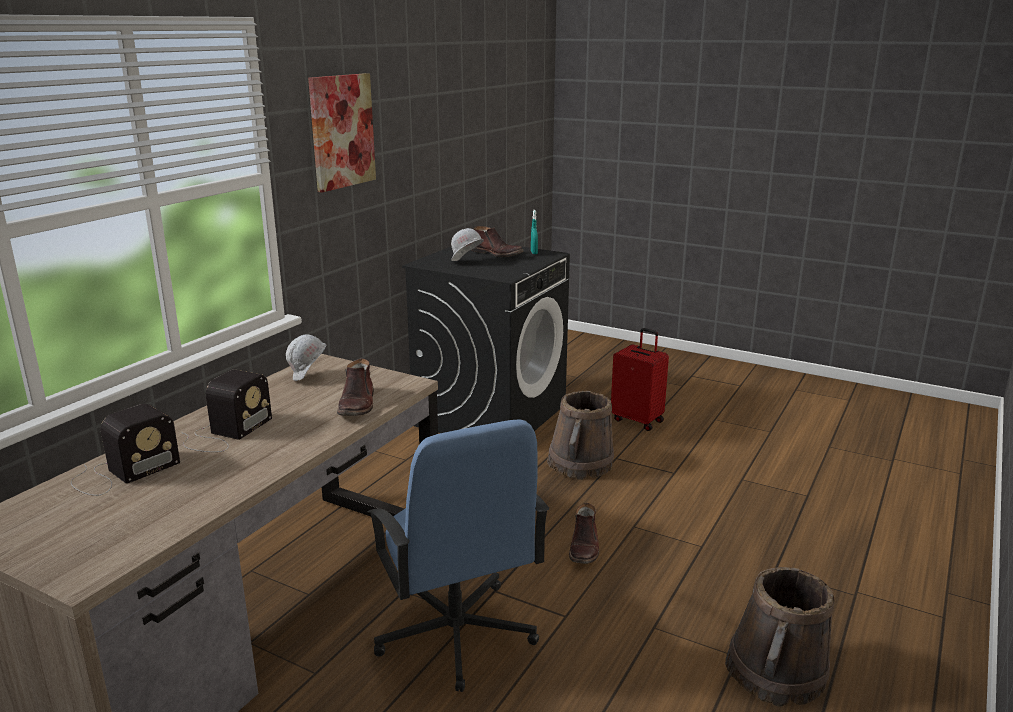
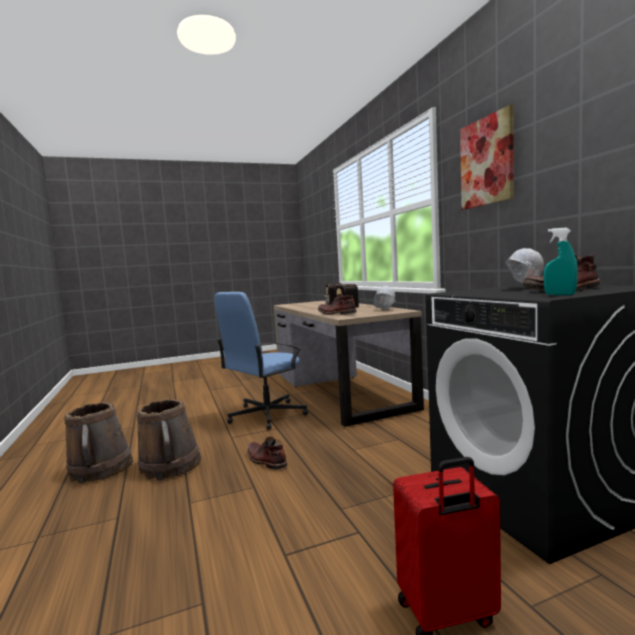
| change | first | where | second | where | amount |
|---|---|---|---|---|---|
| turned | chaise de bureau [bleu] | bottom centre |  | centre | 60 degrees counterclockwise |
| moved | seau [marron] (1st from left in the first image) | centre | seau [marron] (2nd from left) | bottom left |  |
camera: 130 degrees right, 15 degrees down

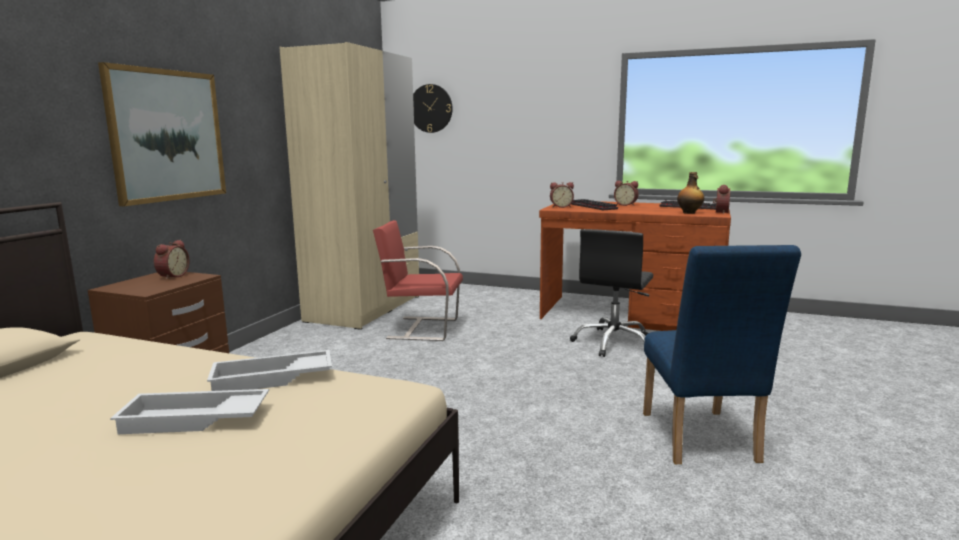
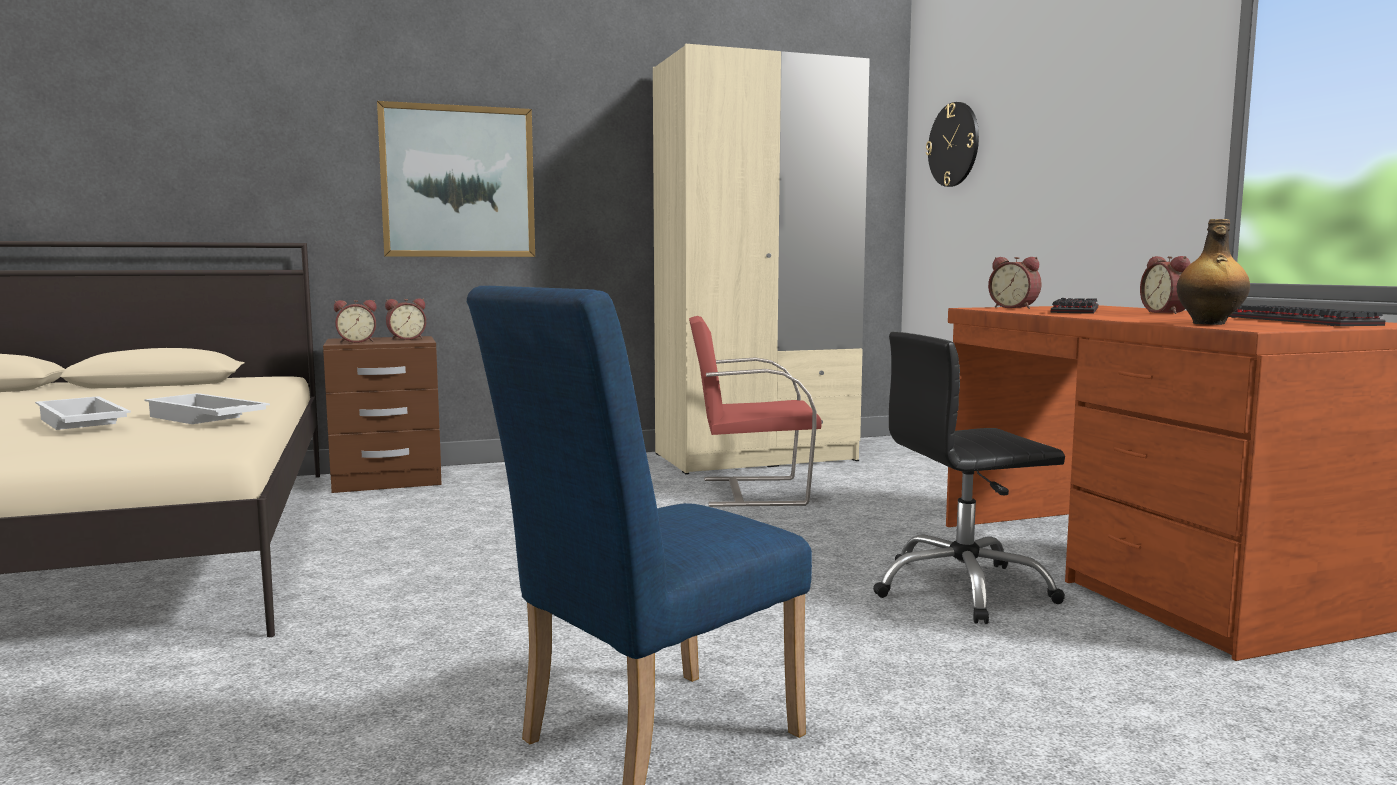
| change | first | where | second | where | amount |
|---|---|---|---|---|---|
| turned | chaise [rouge] | centre |  | centre | 60 degrees counterclockwise |
| moved | réveil (4th from left in the first image) | middle right | réveil (1st from left) | middle left |  |
camera: 50 degrees right, 5 degrees down

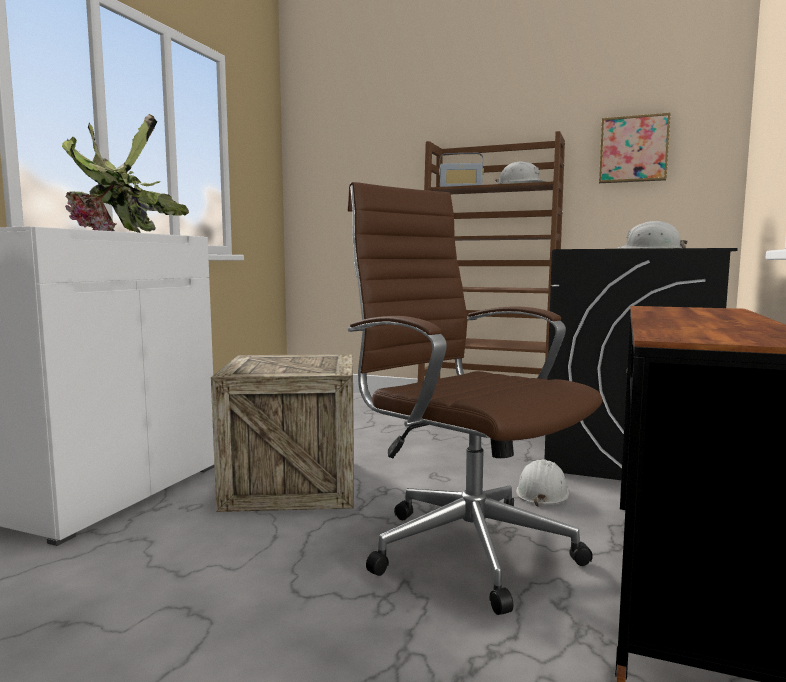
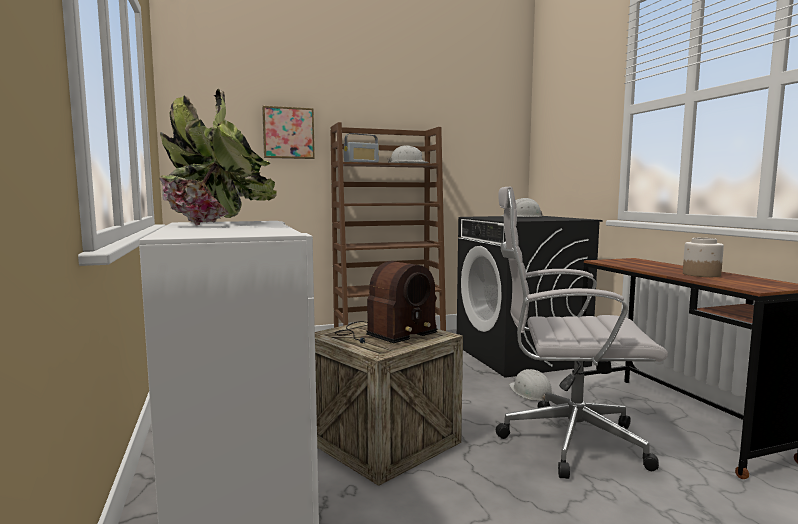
| change | first | where | second | where | amount |
|---|---|---|---|---|---|
| recoloured | chaise de bureau [marron] | centre | chaise de bureau [blanc] | middle right |  |
| moved | tableau | top right |  | top centre |  |
| added |  |  | radio (2nd from left) | centre |  |
| added |  |  | bocal | middle right |  |
camera: 40 degrees left, 0 degrees up

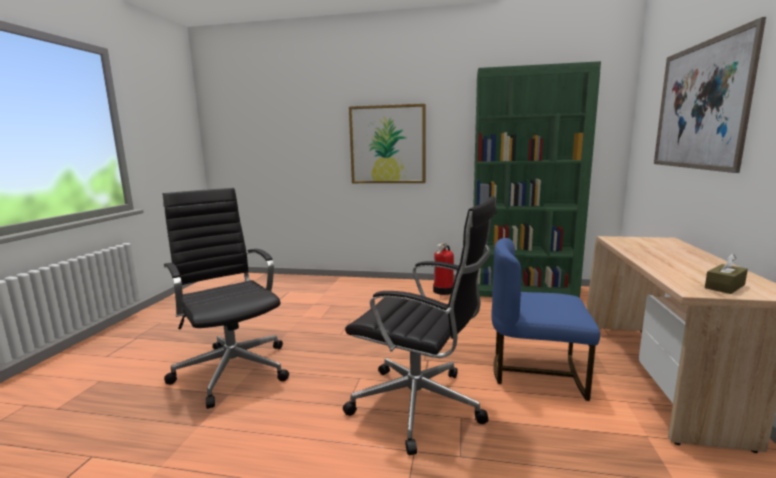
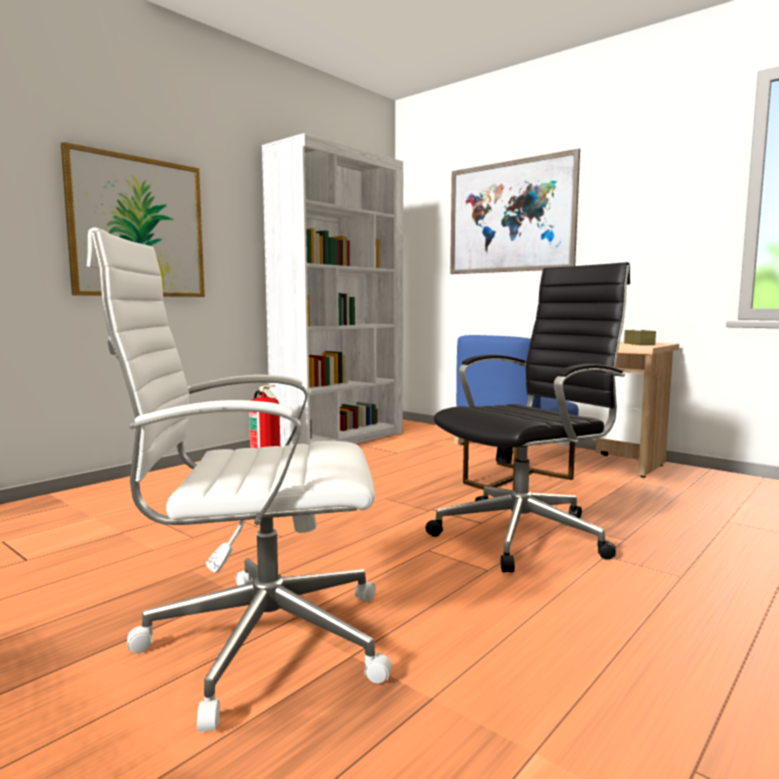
| change | first | where | second | where | amount |
|---|---|---|---|---|---|
| recoloured | chaise de bureau [noir] (1st from left) | middle left | chaise de bureau [blanc] | middle left |  |
| recoloured | bibliothèque [vert] | middle right | bibliothèque [blanc] | centre |  |
camera: 60 degrees left, 5 degrees down

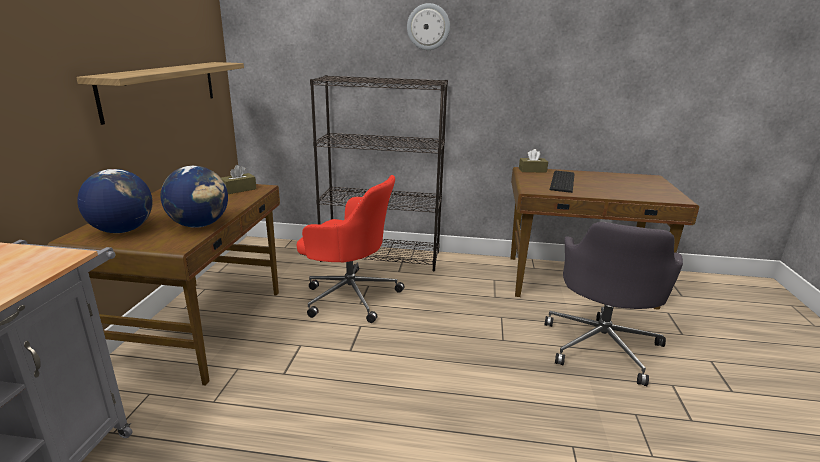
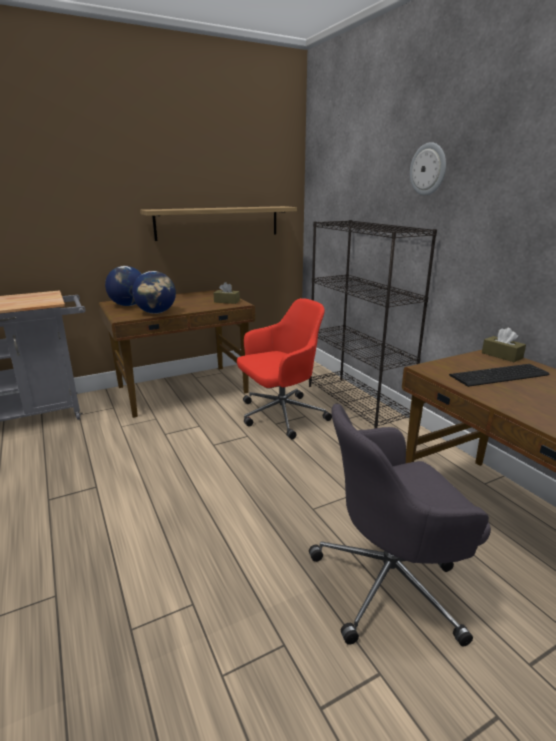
| change | first | where | second | where | amount |
|---|---|---|---|---|---|
| turned | chaise de bureau [rouge] | centre |  | centre | 105 degrees counterclockwise |
camera: 55 degrees right, 0 degrees up

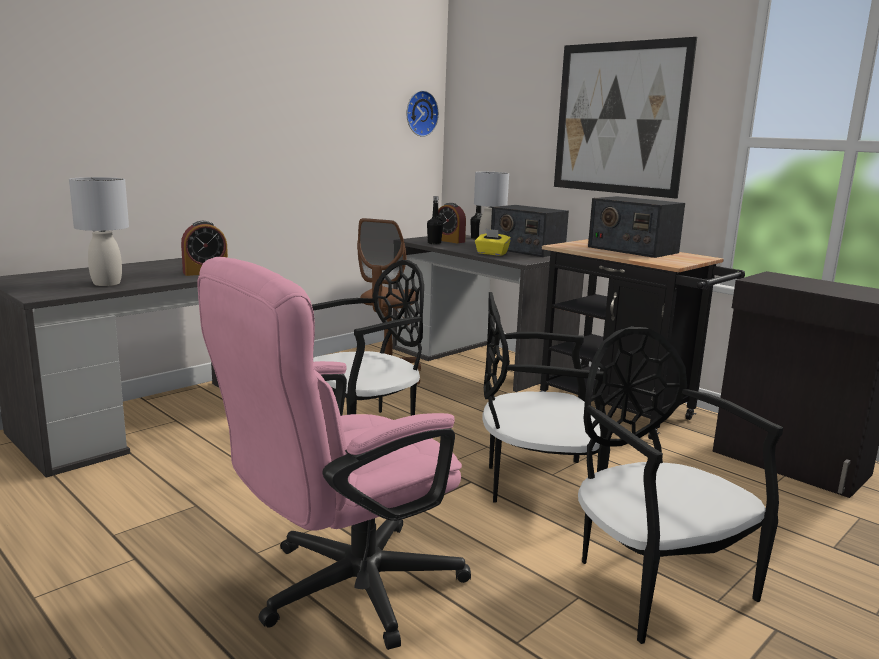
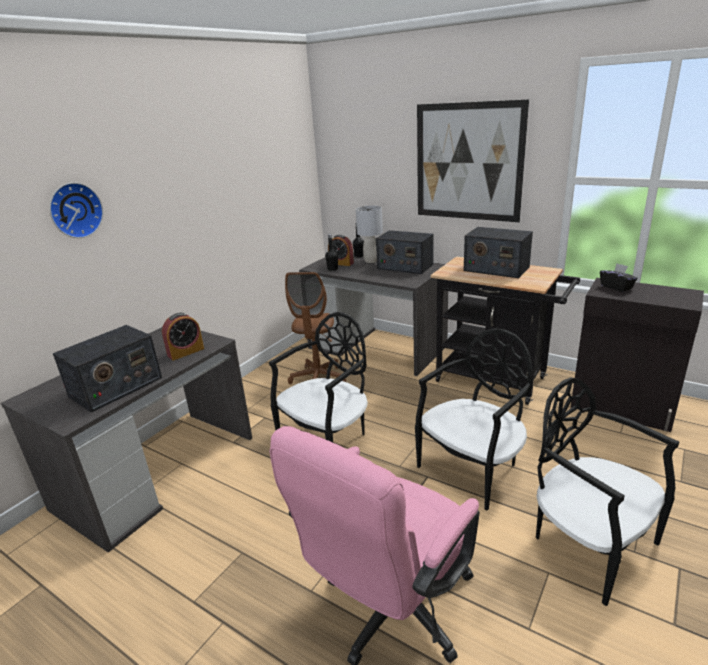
| change | first | where | second | where | amount |
|---|---|---|---|---|---|
| replaced | lampe de table [gris] (1st from left) | middle left | radio (1st from left) | middle left |  |
| moved | horloge murale | top centre |  | top left |  |
| removed | boîte à mouchoirs [jaune] | centre |  |  |  |
| turned | chaise [noir] (2nd from left) | centre |  | middle right | 150 degrees clockwise |
| added |  |  | boîte à mouchoirs [noir] | middle right |  |
camera: 10 degrees left, 10 degrees up

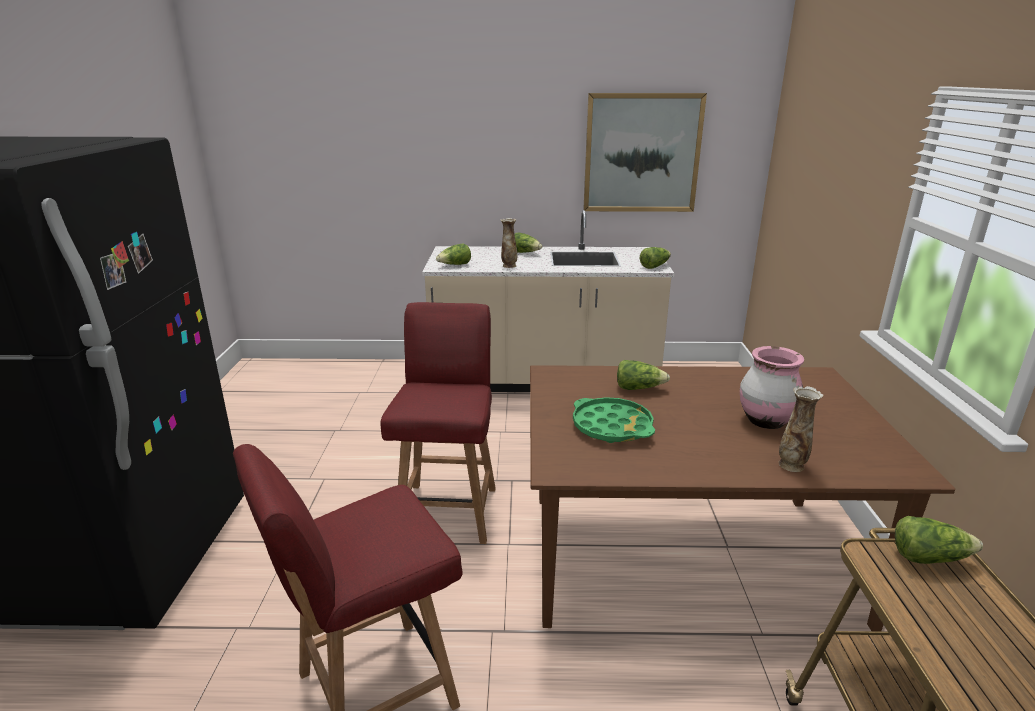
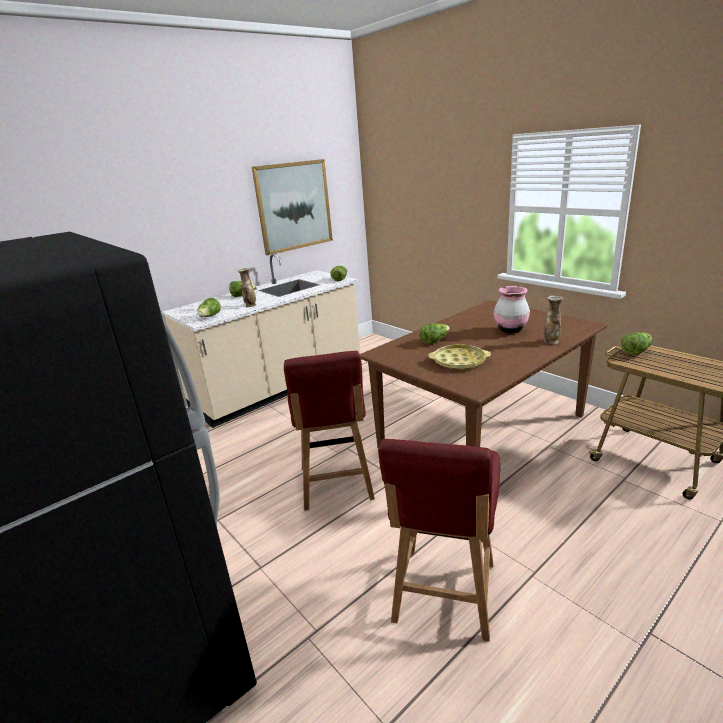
| change | first | where | second | where | amount |
|---|---|---|---|---|---|
| turned | chaise [rouge] (2nd from left in the first image) | centre | chaise [rouge] (1st from left) | centre | 150 degrees counterclockwise |
| recoloured | plateau [vert] | centre | plateau [jaune] | centre |  |
camera: 40 degrees left, 0 degrees up

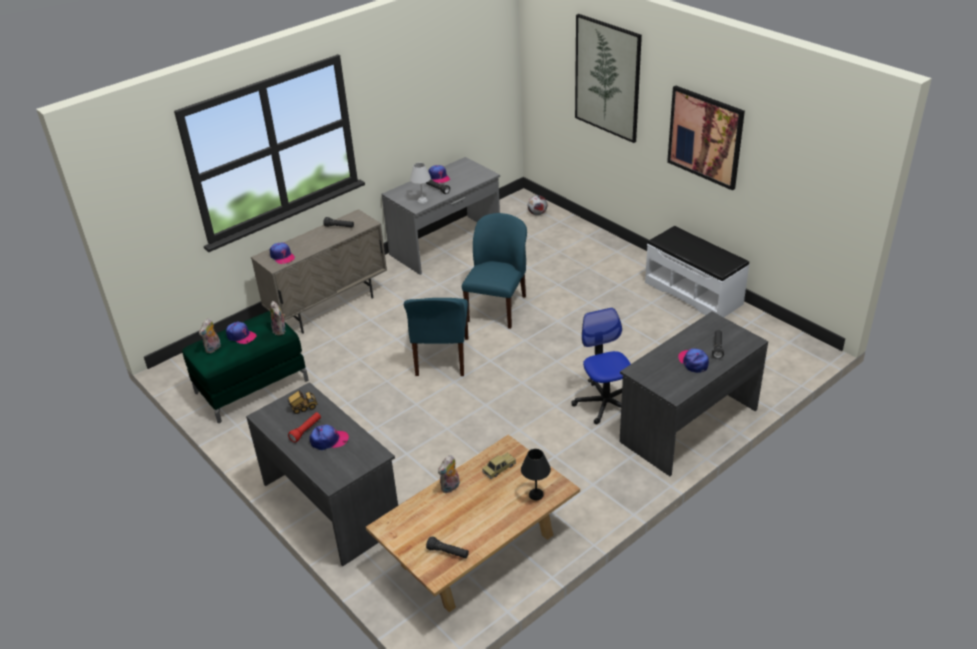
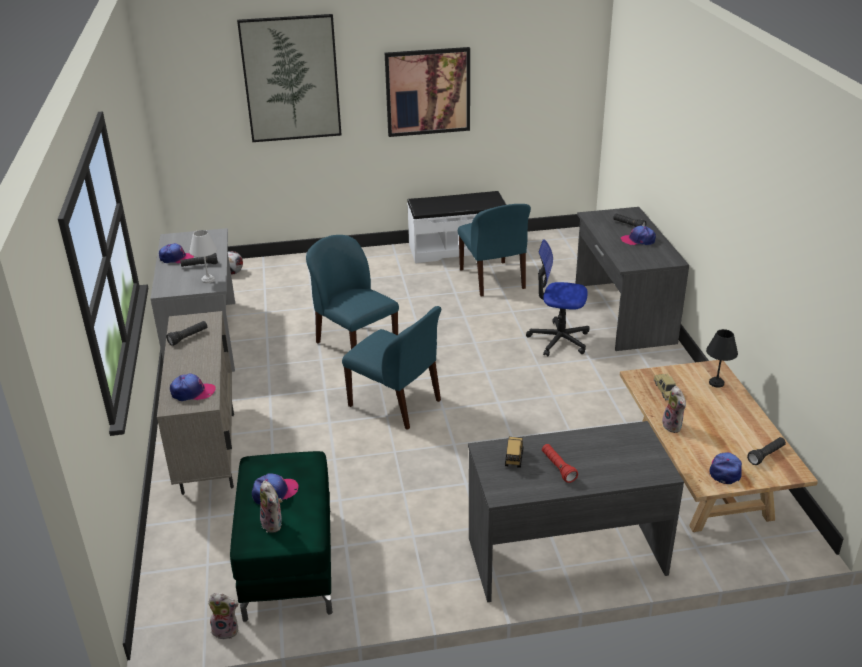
| change | first | where | second | where | amount |
|---|---|---|---|---|---|
| moved | peluche (2nd from left in the first image) | middle left | peluche (1st from left) | bottom left |  |
| moved | casquette (3rd from left in the first image) | bottom centre | casquette (5th from left) | bottom right |  |
| added |  |  | chaise [bleu] (3rd from left) | centre |  |
camera: 60 degrees left, 5 degrees down

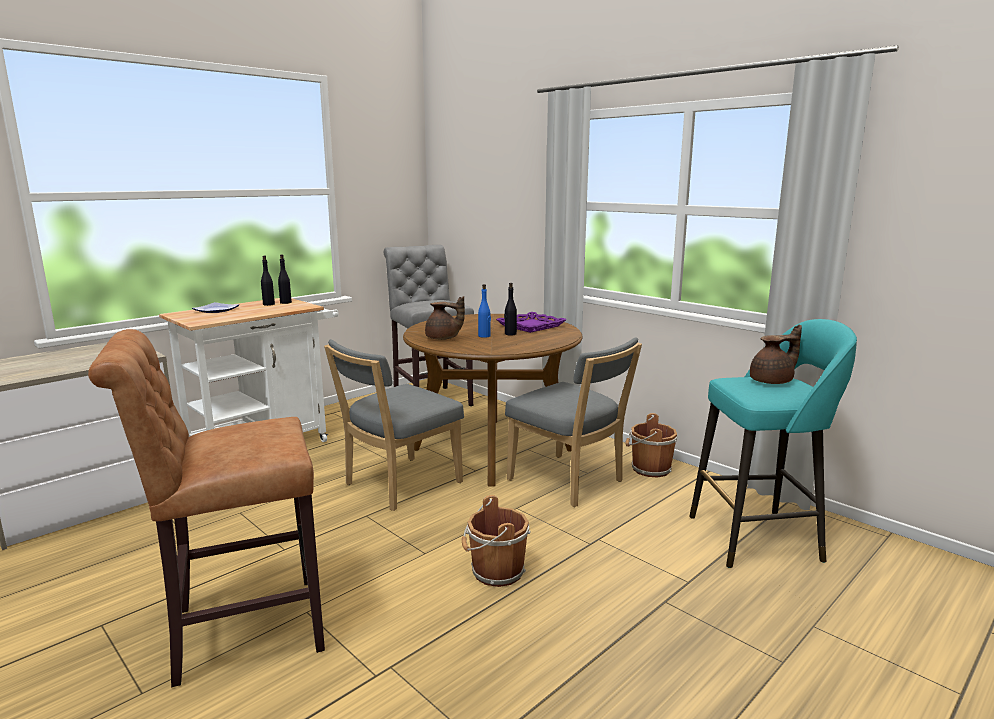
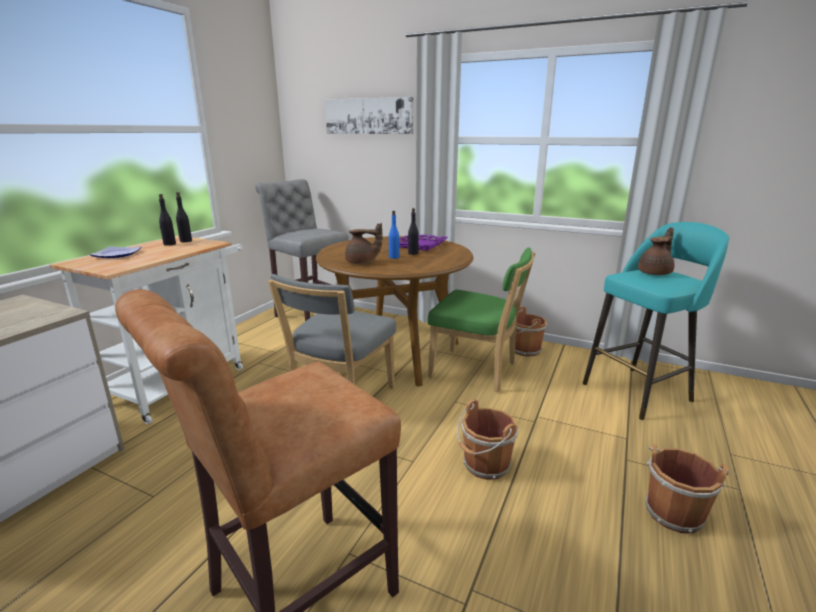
| change | first | where | second | where | amount |
|---|---|---|---|---|---|
| recoloured | chaise [gris] (2nd from left) | centre | chaise [vert] | centre |  |
| added |  |  | tableau | top centre |  |
| added |  |  | seau [marron] (3rd from left) | bottom right |  |
camera: 20 degrees left, 5 degrees up

